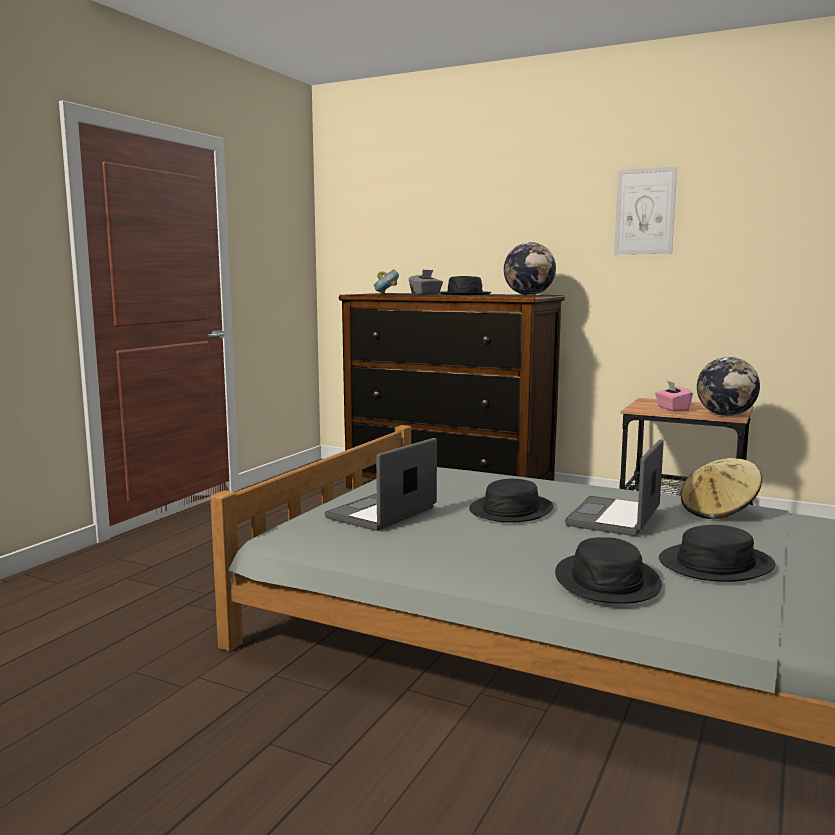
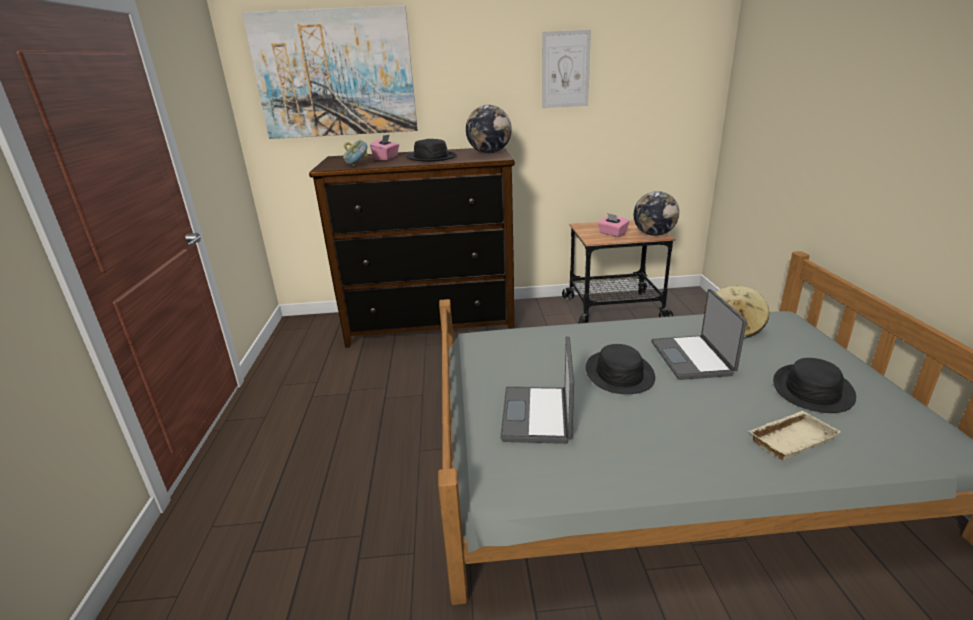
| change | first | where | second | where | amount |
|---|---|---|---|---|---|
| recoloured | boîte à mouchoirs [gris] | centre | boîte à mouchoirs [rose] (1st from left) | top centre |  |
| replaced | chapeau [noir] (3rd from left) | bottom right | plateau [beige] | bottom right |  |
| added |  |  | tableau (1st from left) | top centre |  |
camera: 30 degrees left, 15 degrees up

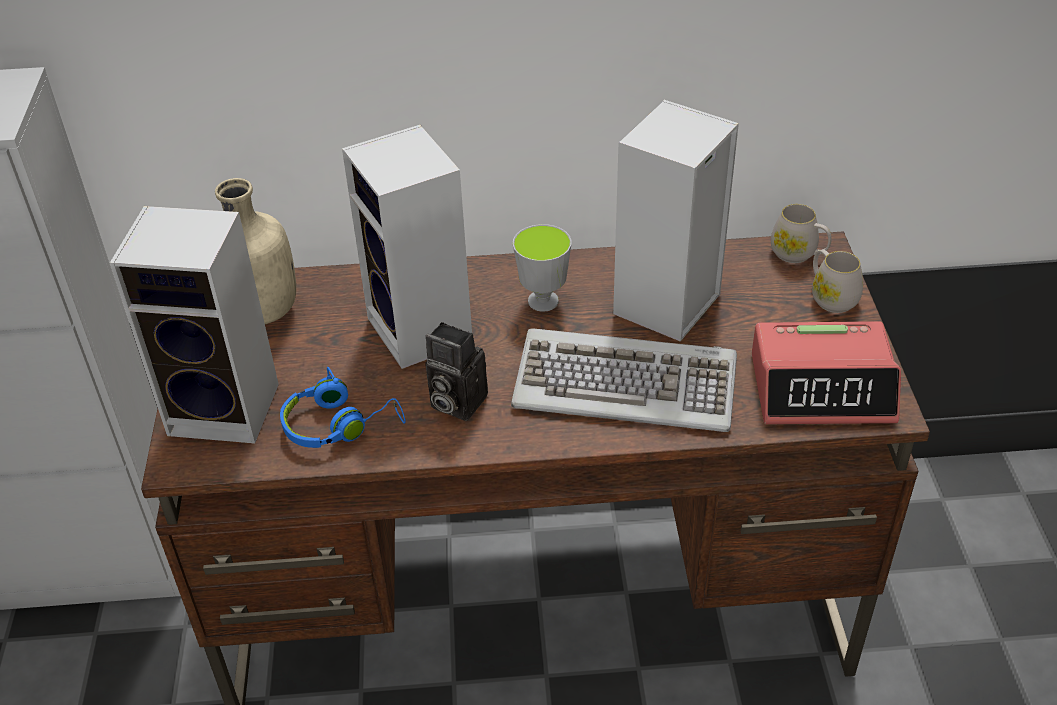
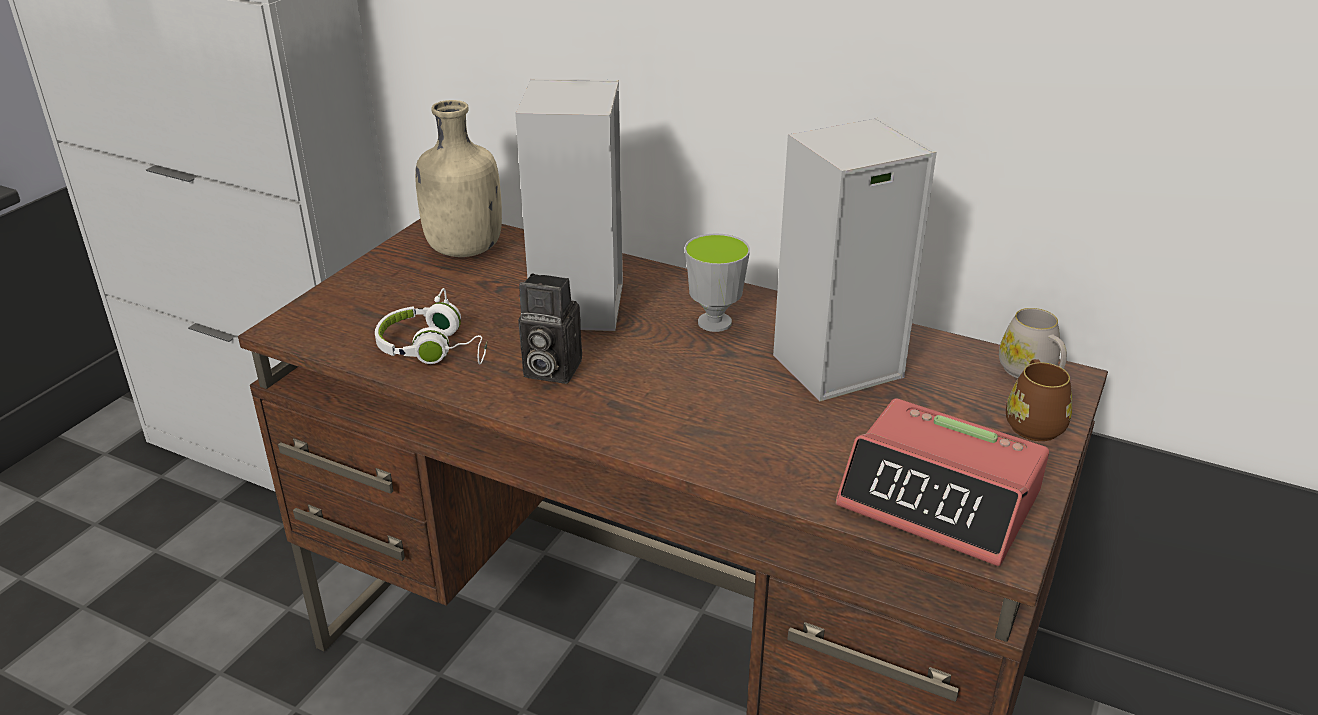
| change | first | where | second | where | amount |
|---|---|---|---|---|---|
| removed | enceinte (1st from left) | middle left |  |  |  |
| recoloured | casque audio [bleu] | middle left | casque audio [blanc] | middle left |  |
| turned | appareil photo | centre |  | centre | 45 degrees counterclockwise |
| removed | clavier | centre |  |  |  |
| recoloured | mug [blanc] (2nd from left) | middle right | mug [marron] | middle right |  |
camera: 30 degrees right, 10 degrees down

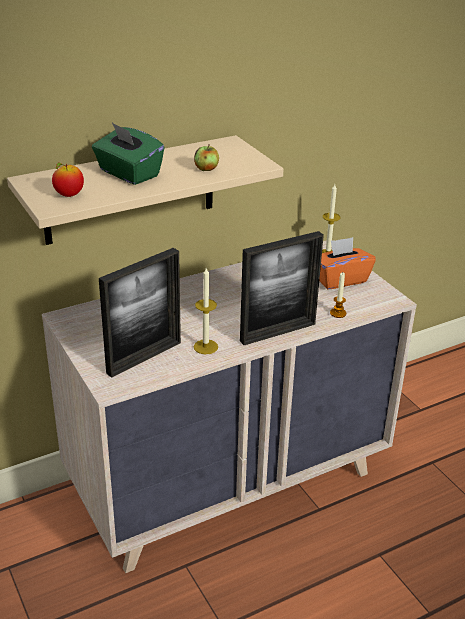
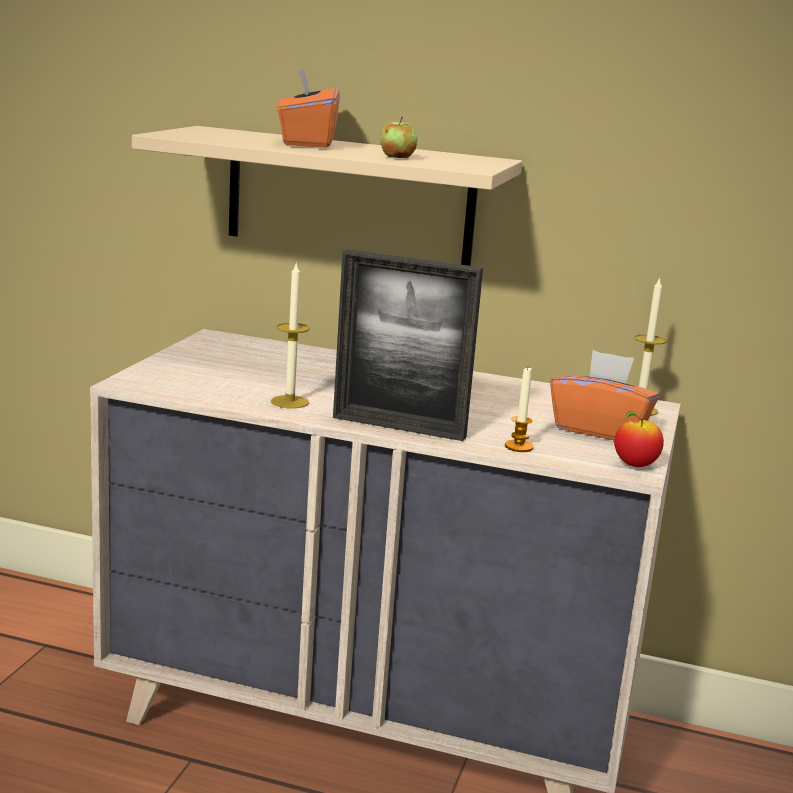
| change | first | where | second | where | amount |
|---|---|---|---|---|---|
| moved | pomme (1st from left in the first image) | top left | pomme (2nd from left) | middle right |  |
| recoloured | boîte à mouchoirs [vert] | top left | boîte à mouchoirs [orange] (1st from left) | top centre |  |
| removed | cadre photo (1st from left) | middle left |  |  |  |
camera: 45 degrees right, 15 degrees down

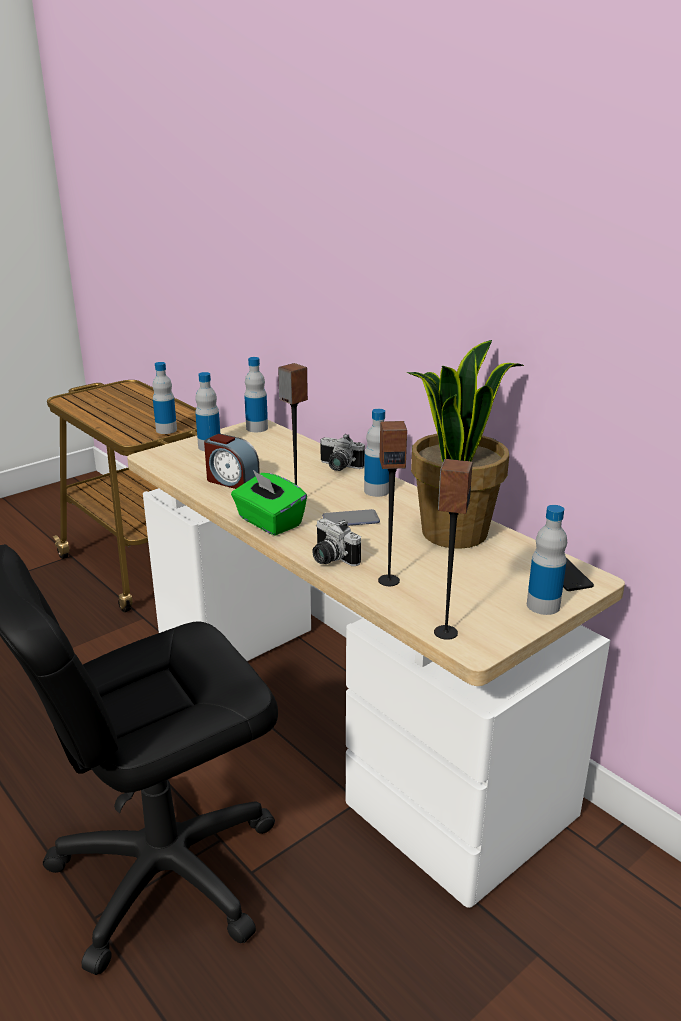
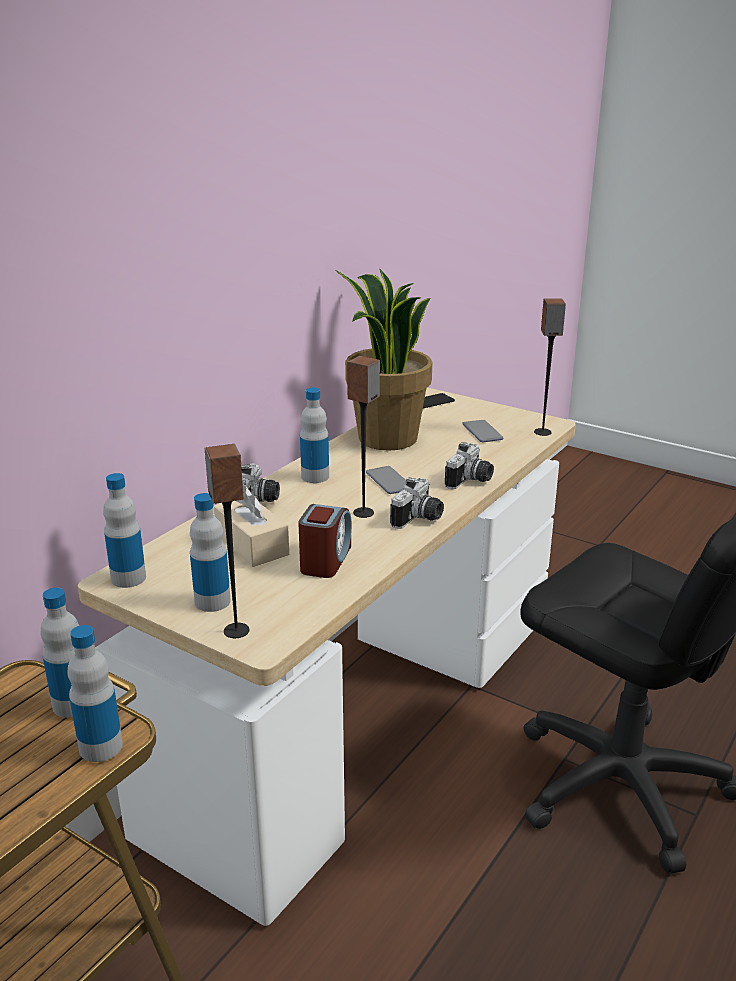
| change | first | where | second | where | amount |
|---|---|---|---|---|---|
| replaced | boîte à mouchoirs [vert] | centre | appareil photo (2nd from left) | centre |  |
| moved | enceinte (2nd from left in the first image) | centre | enceinte (1st from left) | middle left |  |
| moved | bouteille (5th from left in the first image) | middle right | bouteille (2nd from left) | bottom left |  |
| added |  |  | boîte à mouchoirs [beige] | centre |  |
| added |  |  | téléphone (3rd from left) | centre |  |
camera: 105 degrees left, 0 degrees up

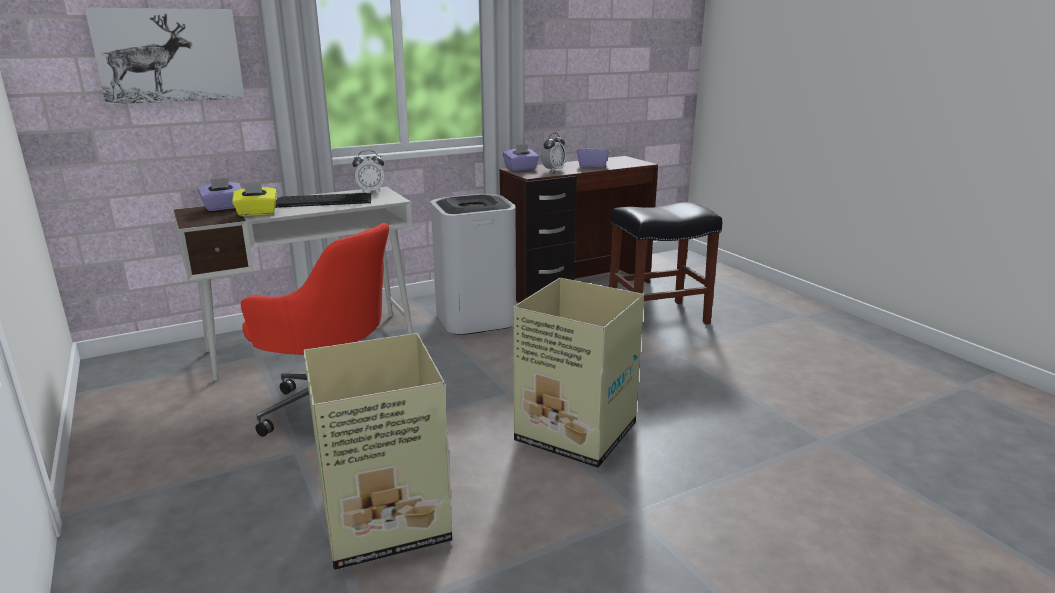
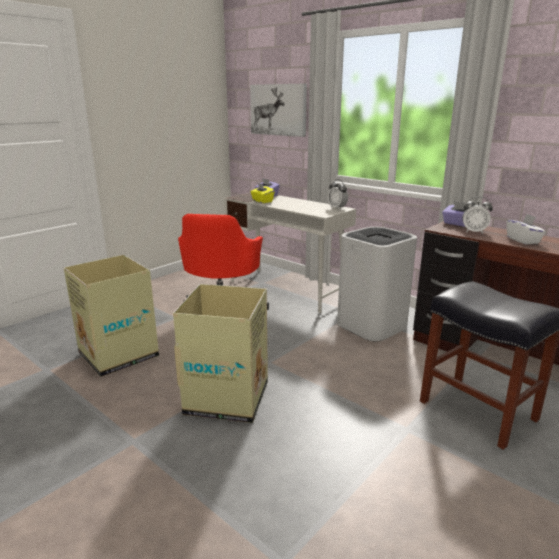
| change | first | where | second | where | amount |
|---|---|---|---|---|---|
| removed | clavier | middle left |  |  |  |
| recoloured | boîte à mouchoirs [violet] (3rd from left) | top centre | boîte à mouchoirs [blanc] | middle right |  |
camera: 70 degrees right, 0 degrees up

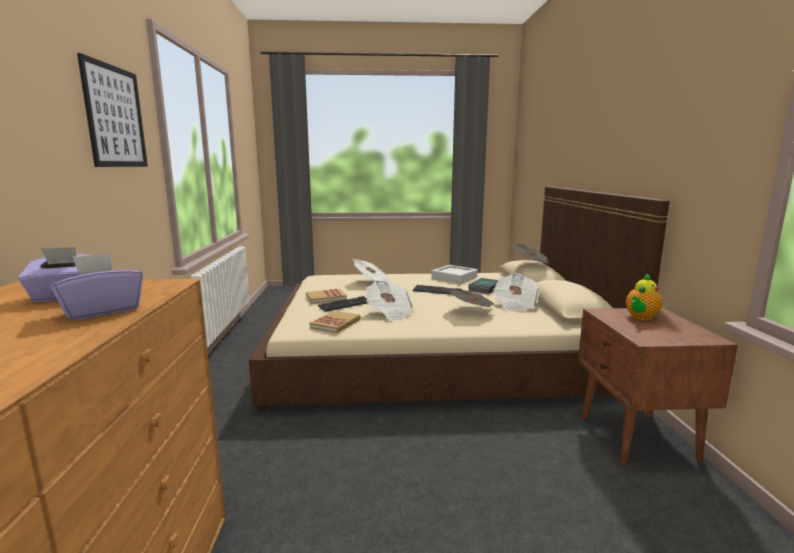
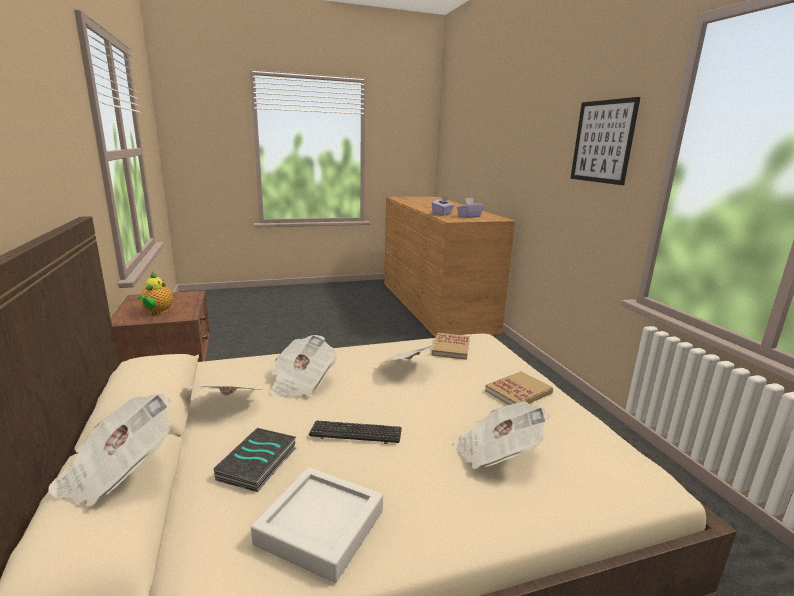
| change | first | where | second | where | amount |
|---|---|---|---|---|---|
| removed | clavier (1st from left) | centre |  |  |  |
| turned | théière | middle right |  | middle left | 150 degrees clockwise |
camera: 165 degrees right, 5 degrees up

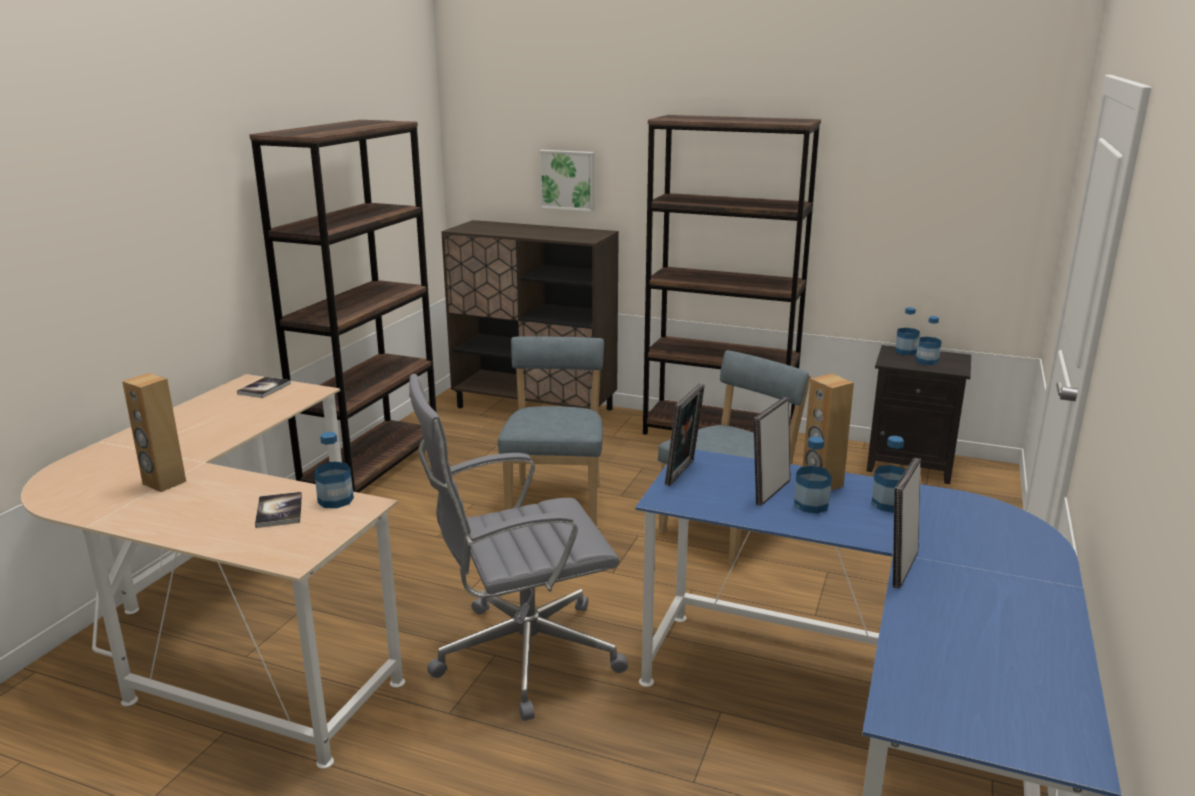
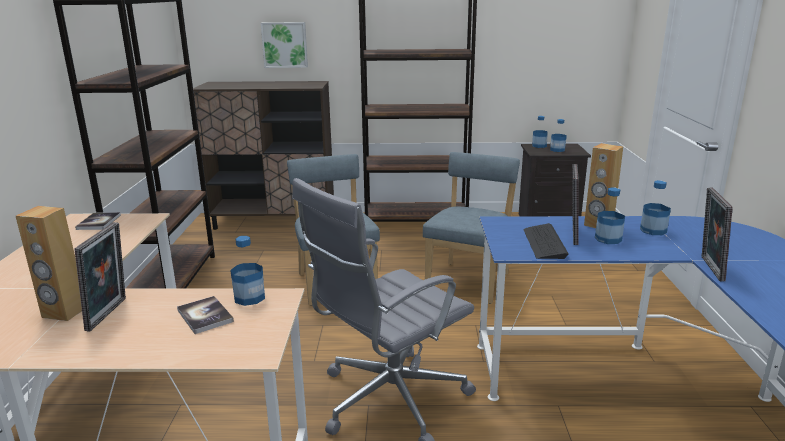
| change | first | where | second | where | amount |
|---|---|---|---|---|---|
| moved | cadre photo (1st from left) | centre |  | middle left |  |
| added |  |  | clavier | middle right |  |
camera: 20 degrees left, 0 degrees up

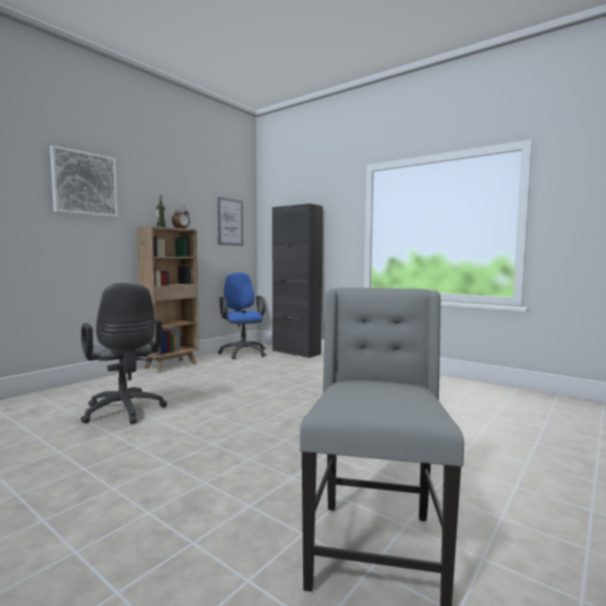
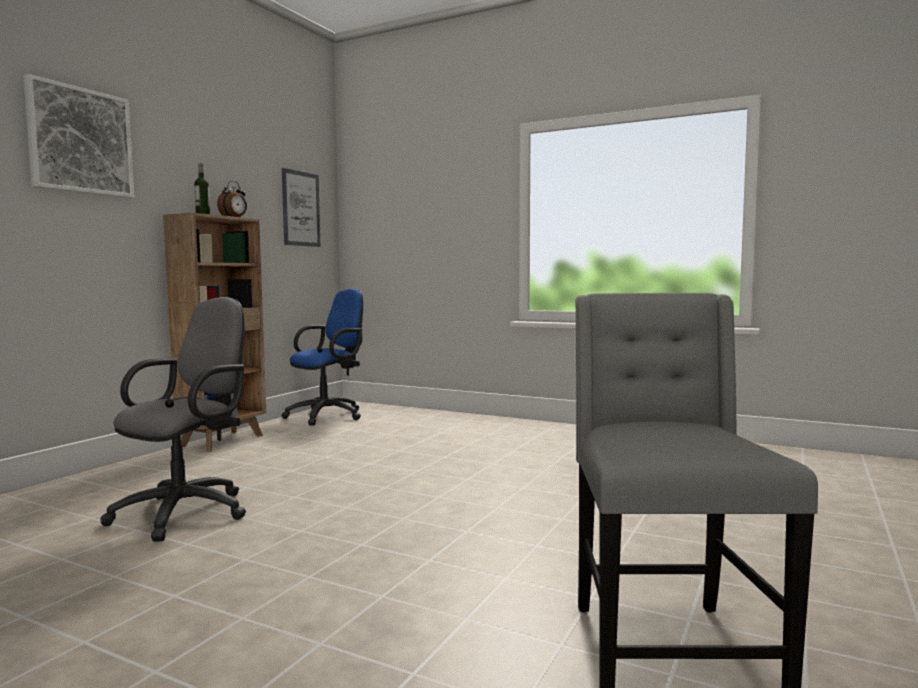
| change | first | where | second | where | amount |
|---|---|---|---|---|---|
| turned | chaise de bureau [gris] | middle left |  | middle left | 105 degrees counterclockwise |
| turned | chaise de bureau [bleu] | centre |  | centre | 75 degrees clockwise |
| removed | meuble de rangement [noir] | centre |  |  |  |
camera: 10 degrees left, 0 degrees up

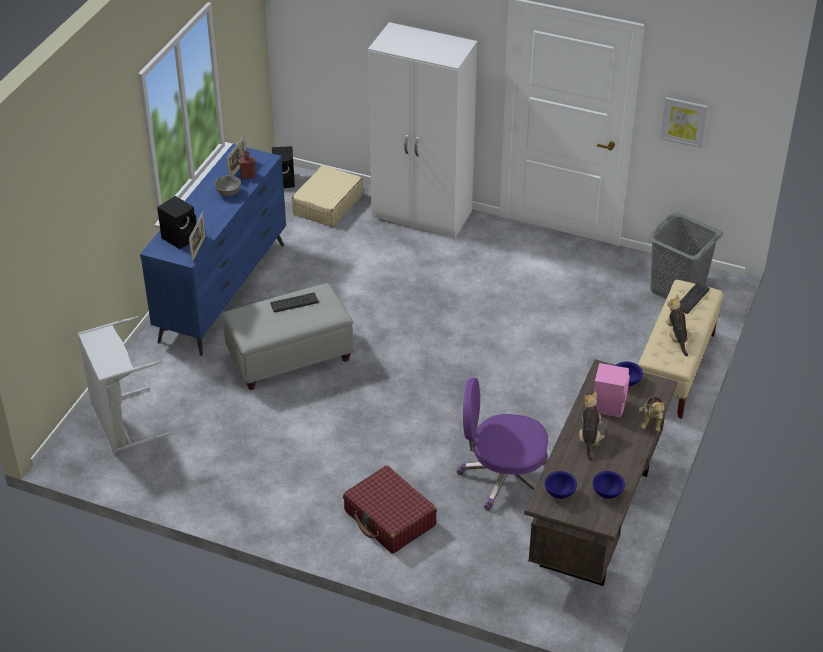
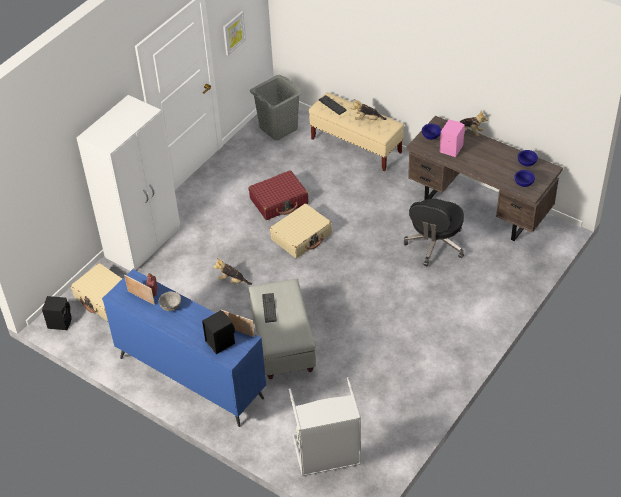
| change | first | where | second | where | amount |
|---|---|---|---|---|---|
| moved | valise [rouge] | bottom centre |  | centre |  |
| recoloured | chaise de bureau [violet] | bottom centre | chaise de bureau [noir] | middle right |  |
| moved | peluche (1st from left) | middle right |  | centre |  |
| added |  |  | valise [beige] (2nd from left) | centre |  |
camera: 75 degrees left, 5 degrees up

